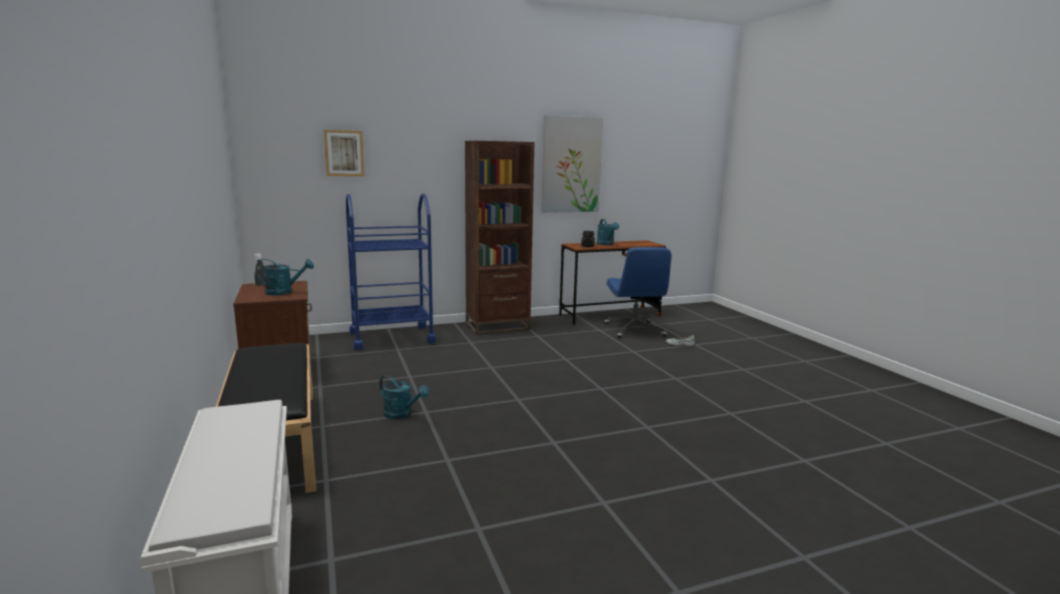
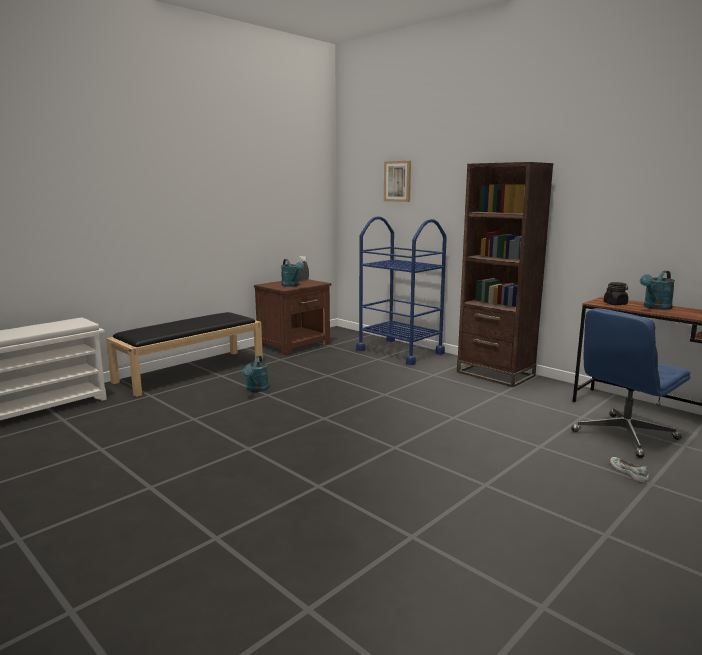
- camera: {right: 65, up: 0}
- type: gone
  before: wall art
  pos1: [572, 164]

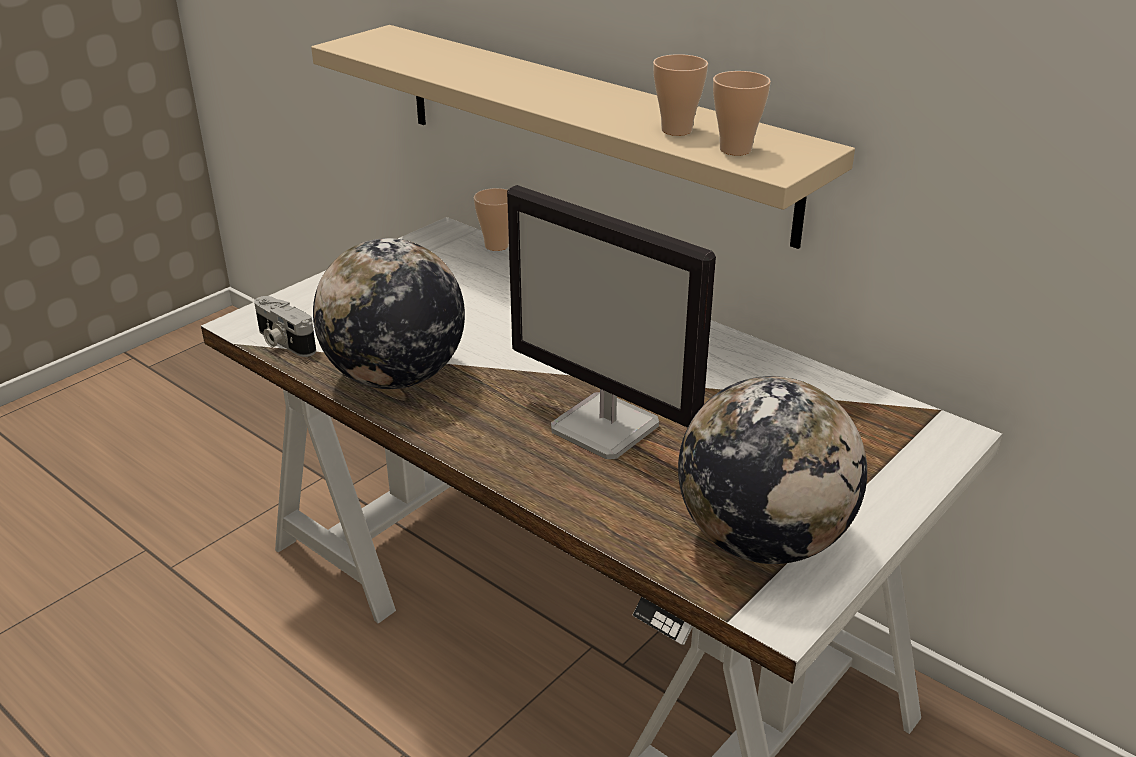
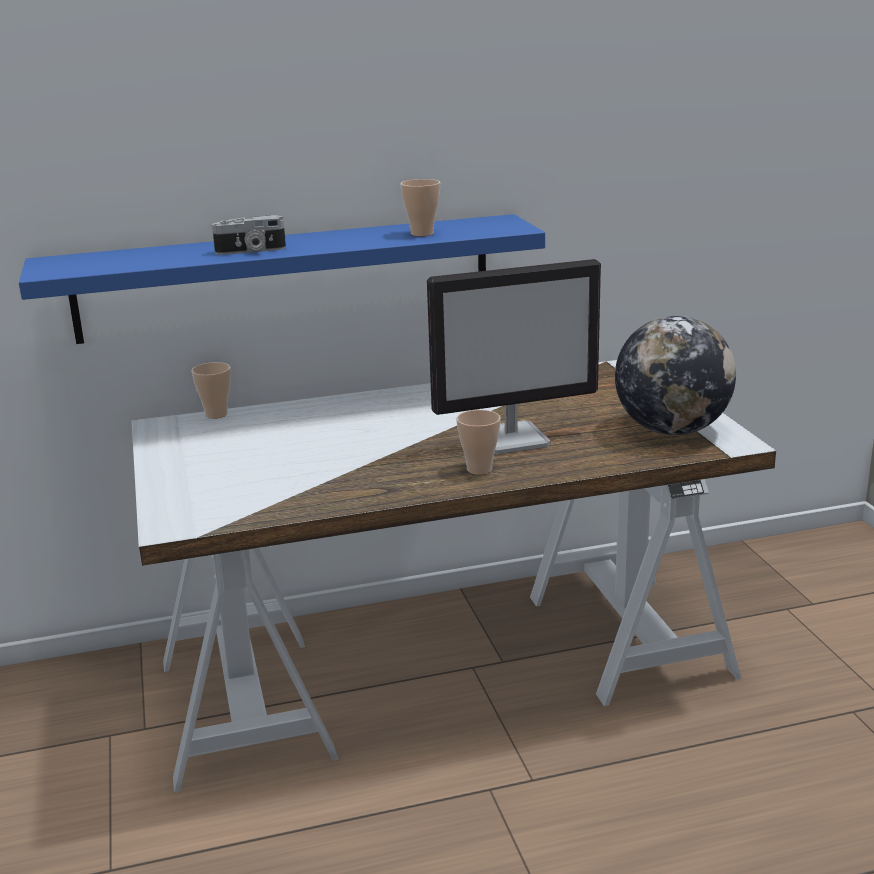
- camera: {right: -55, up: -10}
- type: repainted
  before: beige-coloured shelf
  after: blue shelf
  pos1: [583, 137]
  pos2: [282, 279]
- type: shifted
  before: small cup
  pos1: [742, 113]
  pos2: [478, 442]
- type: gone
  before: globe
  pos1: [389, 313]
- type: shifted
  before: photo camera
  pos1: [285, 326]
  pos2: [249, 235]

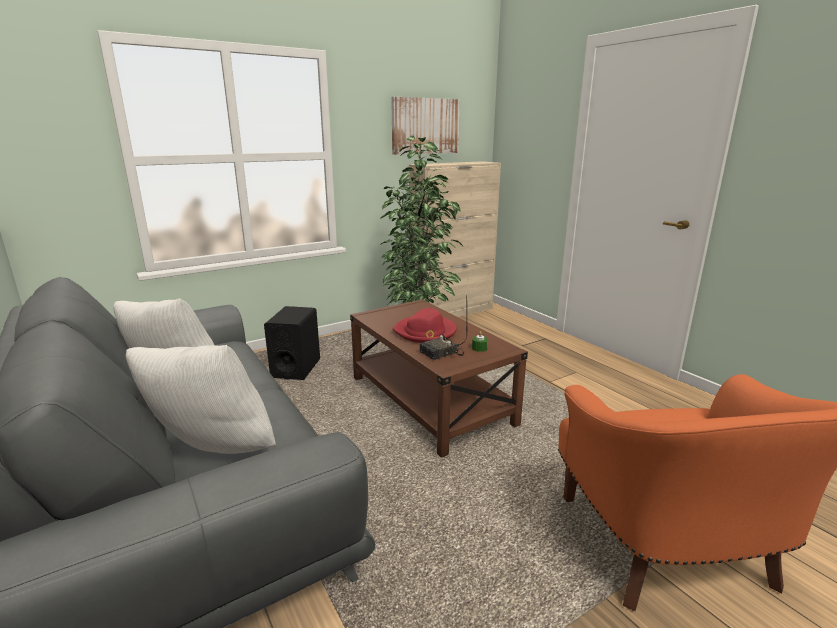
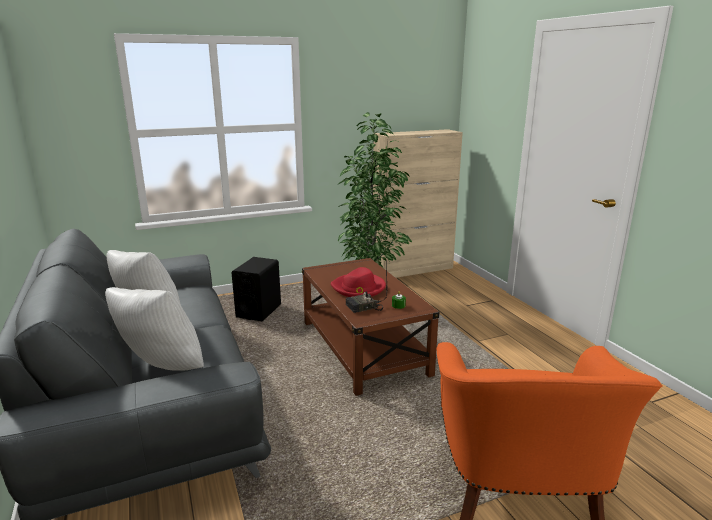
- camera: {right: 10, up: 0}
- type: gone
  before: wall art
  pos1: [425, 126]

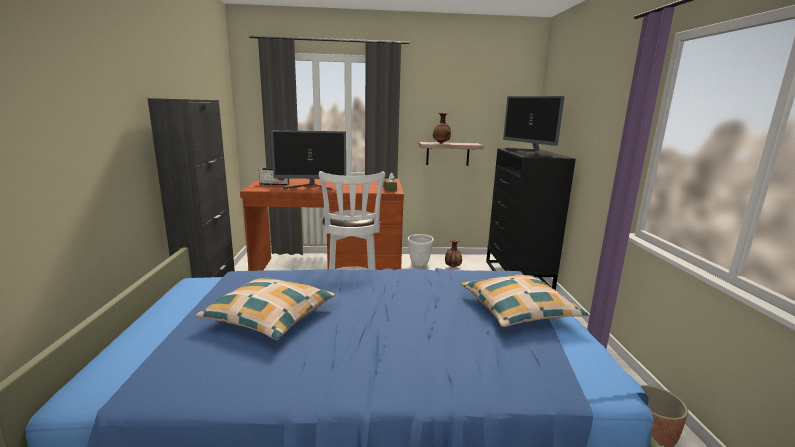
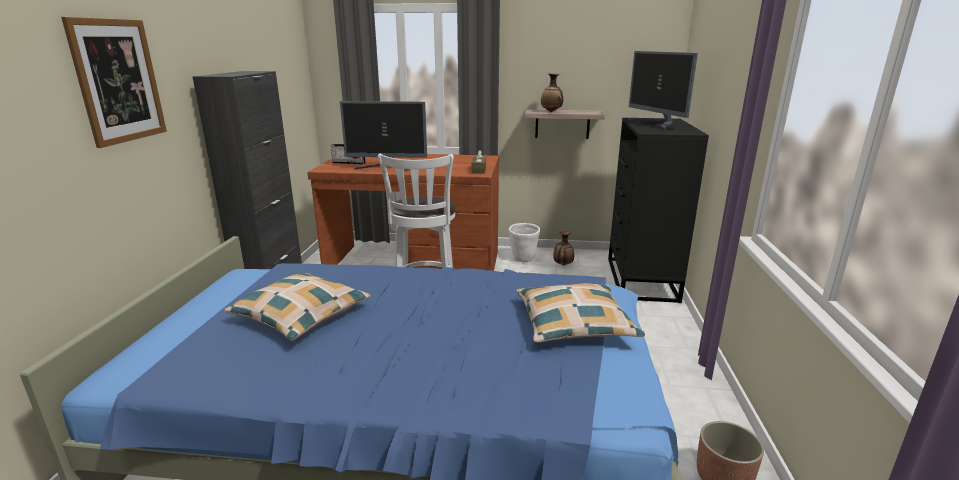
- camera: {right: 10, up: 5}
- type: new
  after: wall art
  pos2: [114, 82]

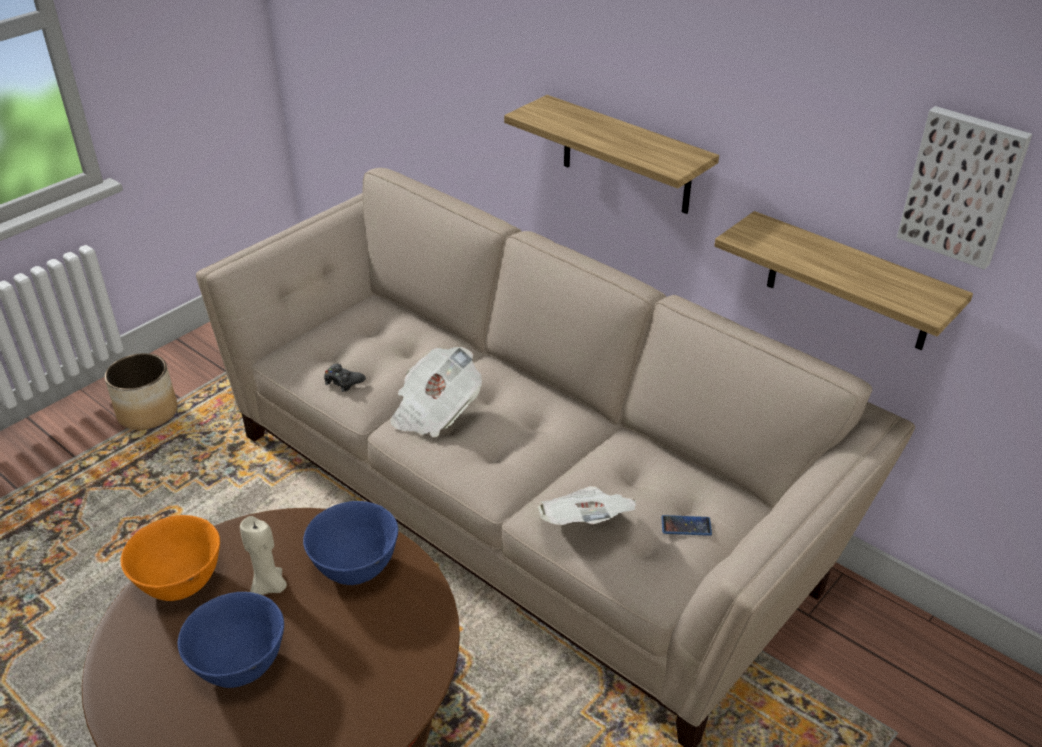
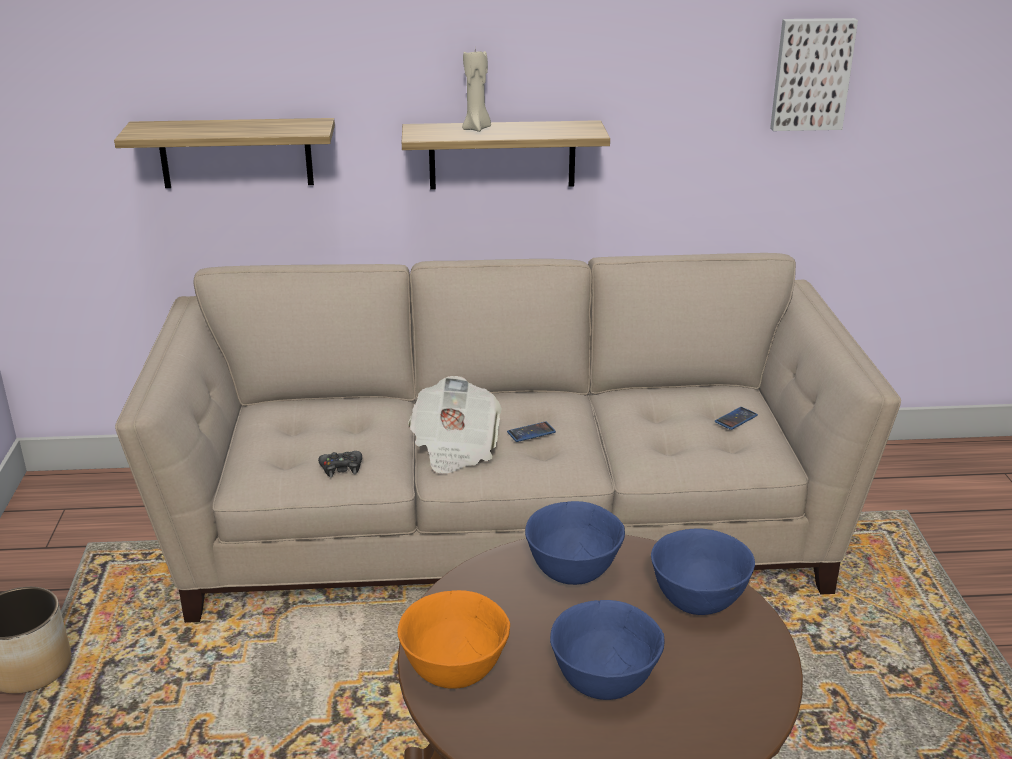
- camera: {right: -45, up: -10}
- type: shifted
  before: shelf
  pos1: [843, 280]
  pos2: [224, 153]
- type: gone
  before: newspaper
  pos1: [587, 505]
- type: shifted
  before: beige-coloured wax light
  pos1: [263, 555]
  pos2: [476, 91]
- type: new
  after: phone
  pos2: [531, 431]
- type: new
  after: blue serving bowl
  pos2: [703, 571]

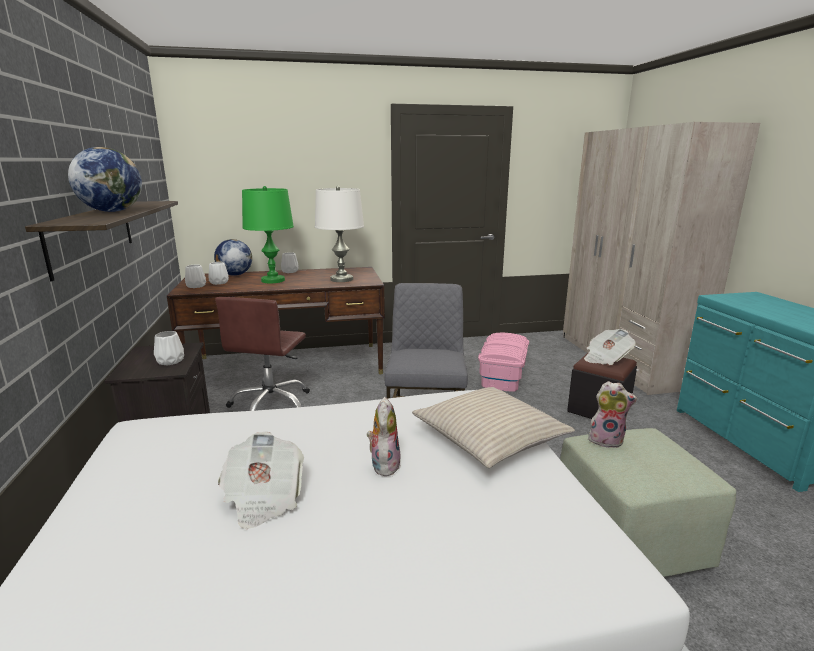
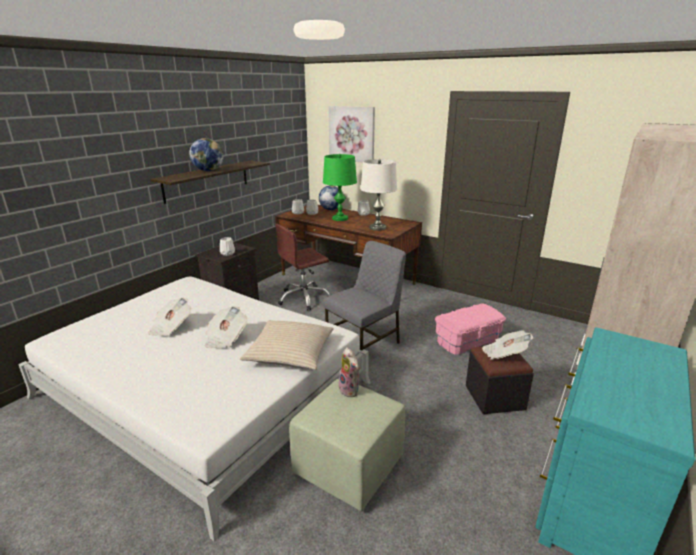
- camera: {right: 45, up: 5}
- type: swapped
  before: cuddly toy
  after: newspaper
  pos1: [384, 436]
  pos2: [226, 327]
- type: new
  after: wall art
  pos2: [351, 134]

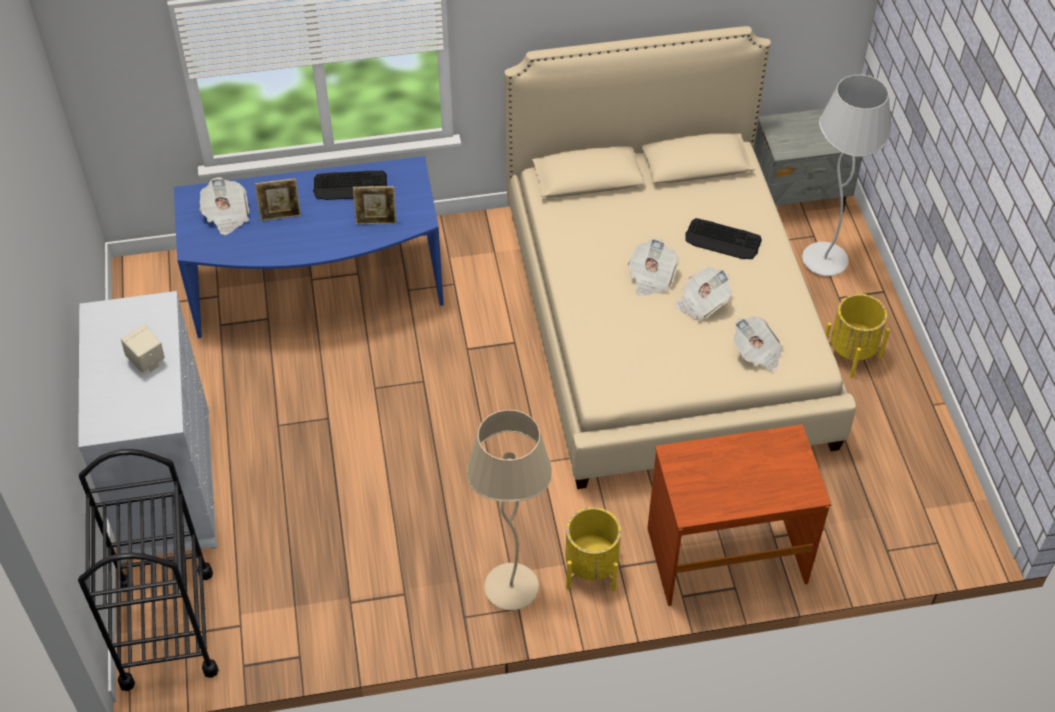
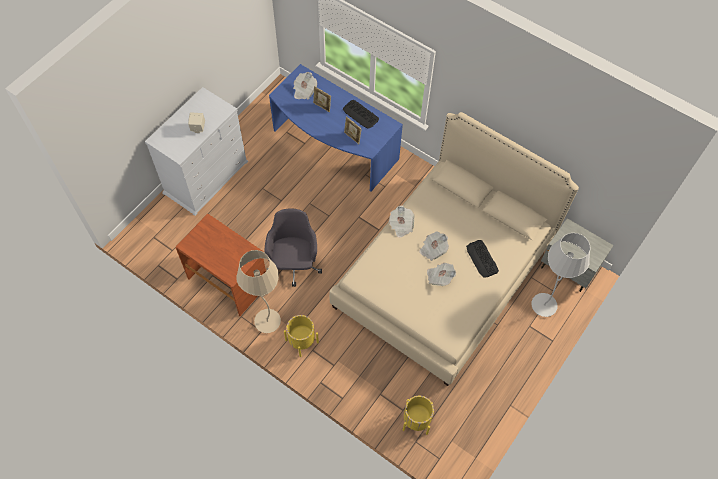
- camera: {right: 45, up: 10}
- type: shifted
  before: yellow-coloured plant pot
  pos1: [857, 336]
  pos2: [418, 415]
- type: shifted
  before: newspaper
  pos1: [758, 344]
  pos2: [402, 222]
- type: shifted
  before: brownish desk unit
  pos1: [739, 515]
  pos2: [221, 265]
- type: gone
  before: blackish cart
  pos1: [148, 570]
- type: new
  after: gray computer chair
  pos2: [293, 247]

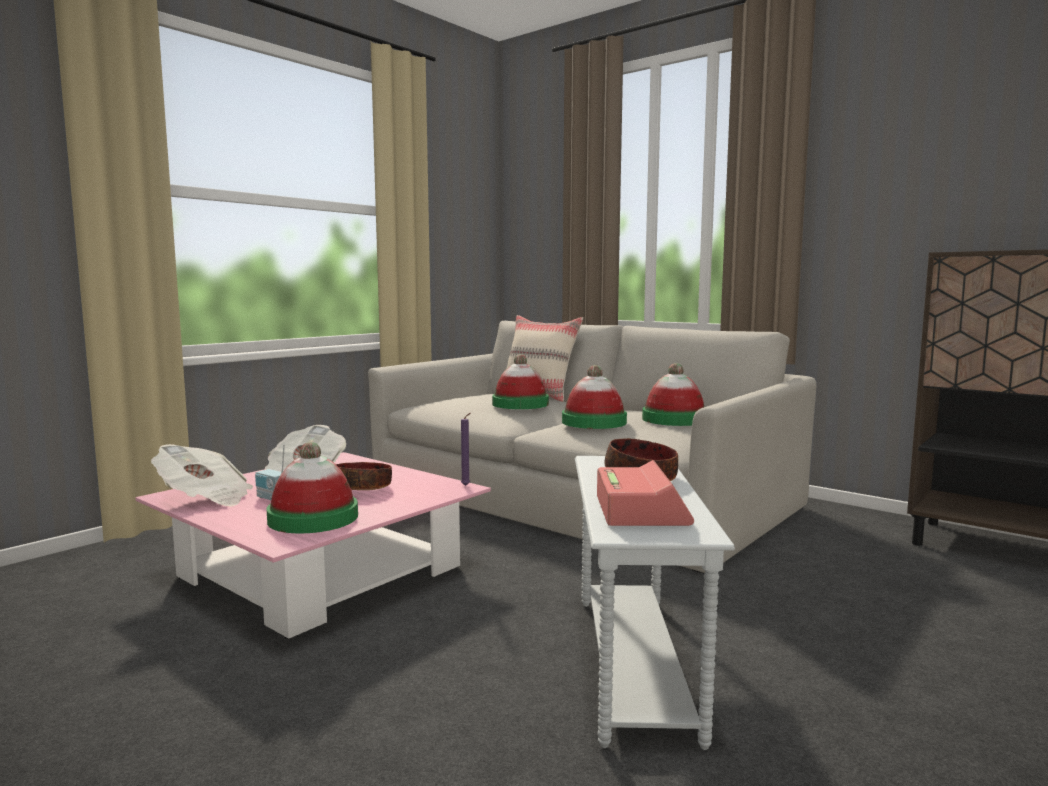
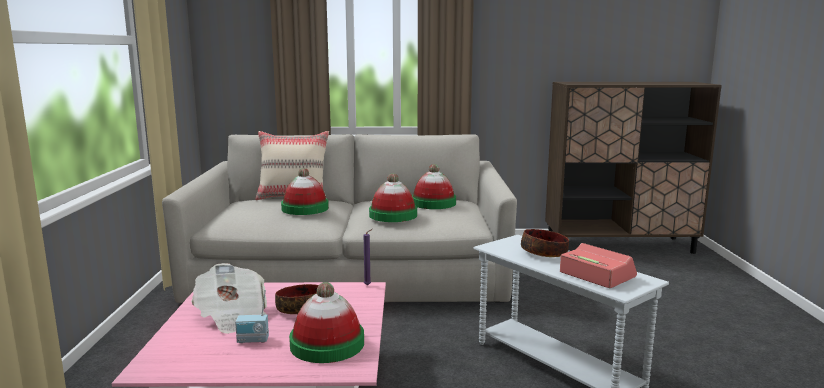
- camera: {right: -40, up: 5}
- type: gone
  before: newspaper
  pos1: [202, 475]

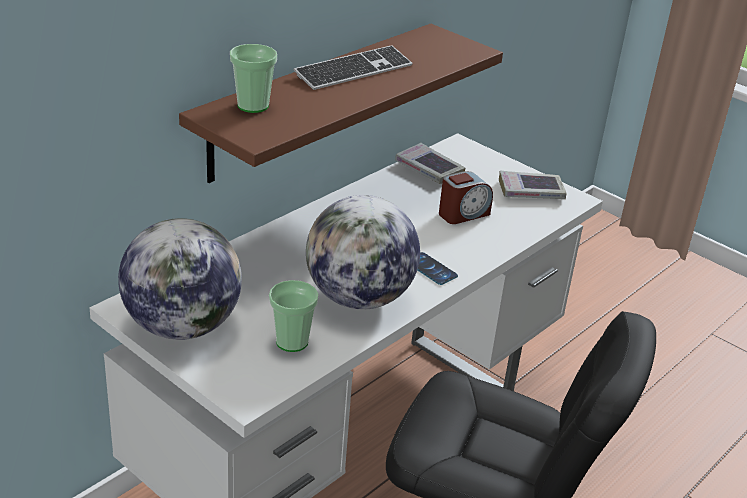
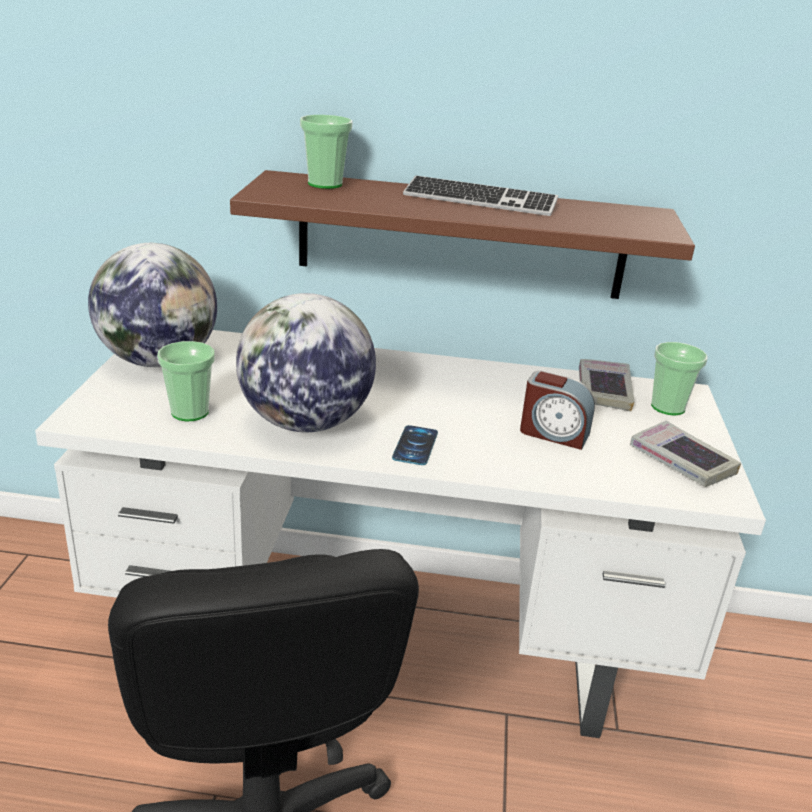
- camera: {right: 55, up: -5}
- type: new
  after: small cup
  pos2: [679, 378]

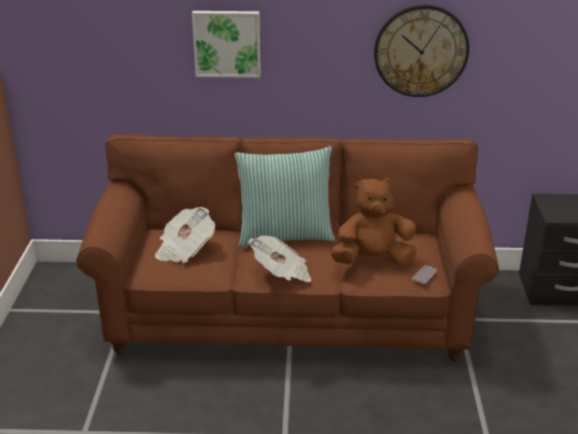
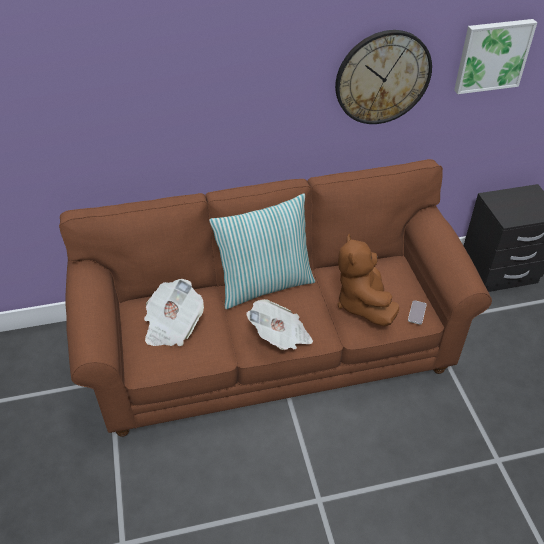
- camera: {right: -15, up: 15}
- type: shifted
  before: wall art
  pos1: [226, 44]
  pos2: [495, 56]
- type: rotated
  before: brownish cuddly toy
  pos1: [373, 221]
  pos2: [368, 280]
  turn: -75

